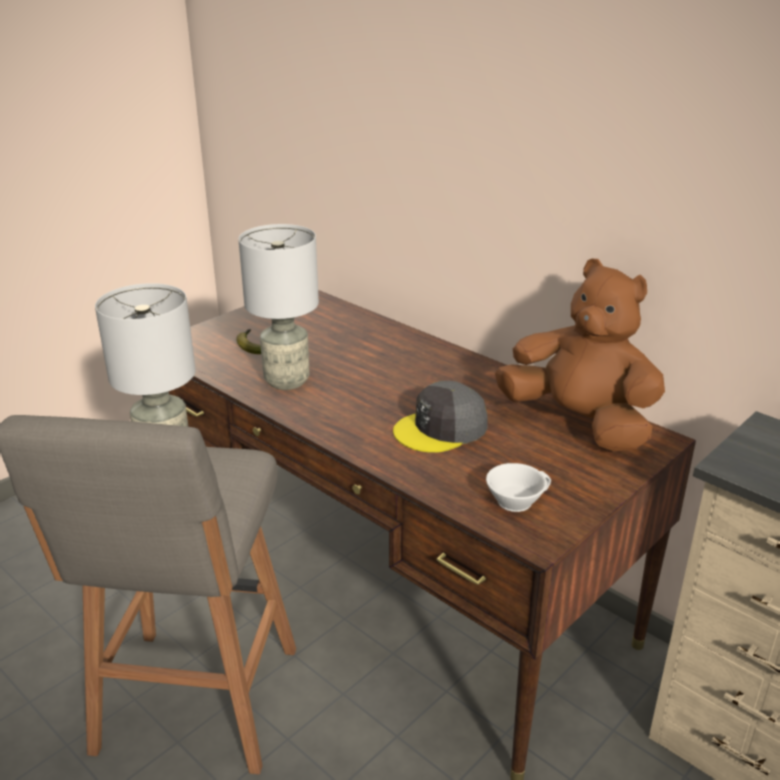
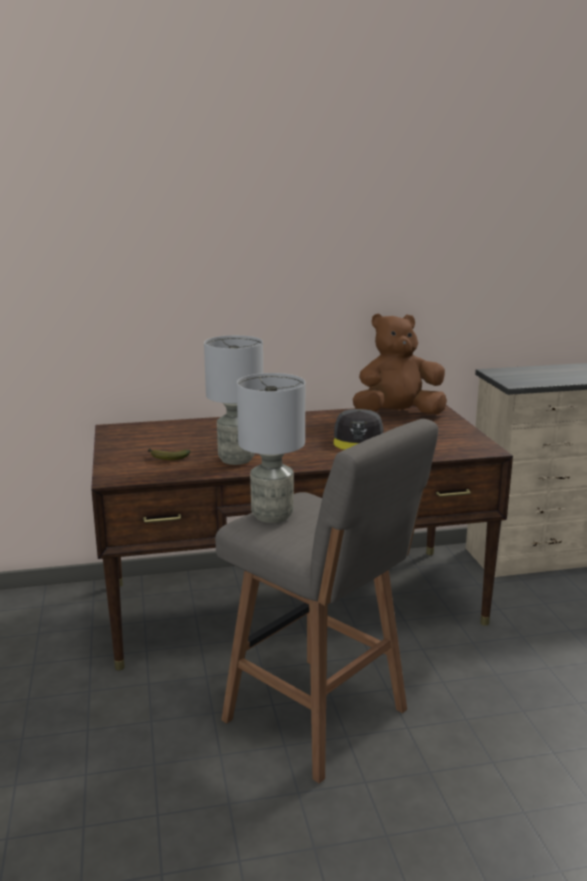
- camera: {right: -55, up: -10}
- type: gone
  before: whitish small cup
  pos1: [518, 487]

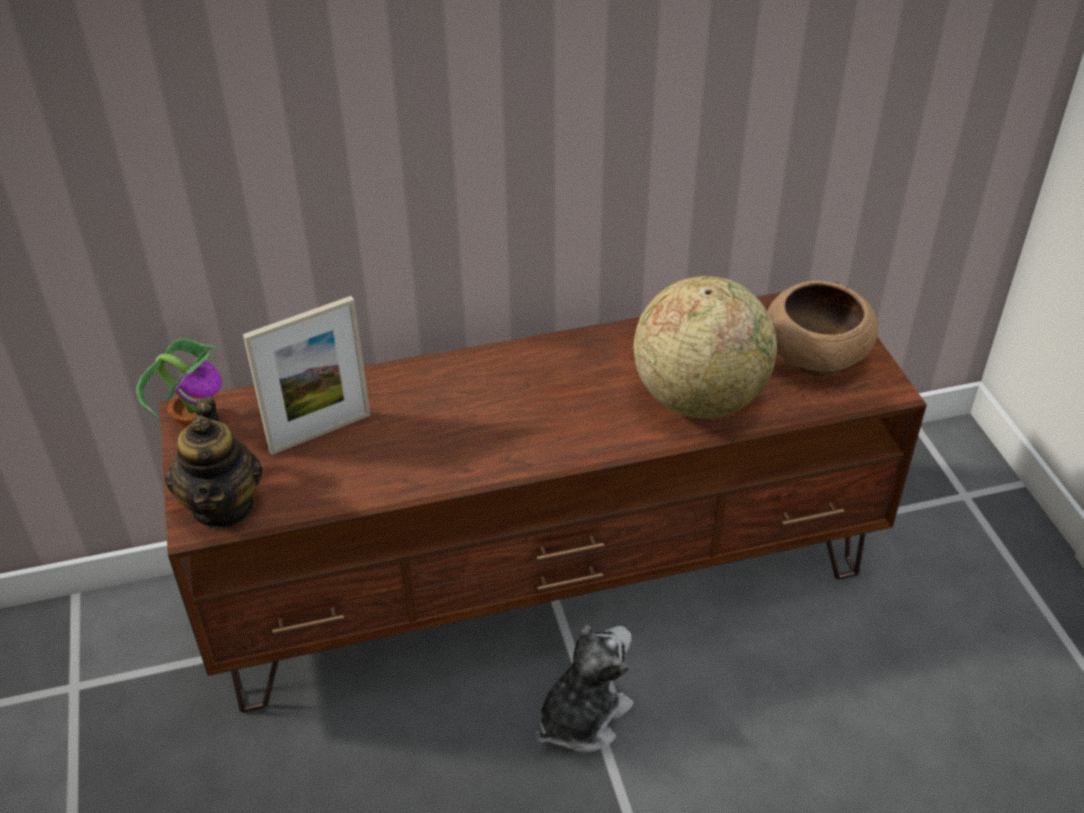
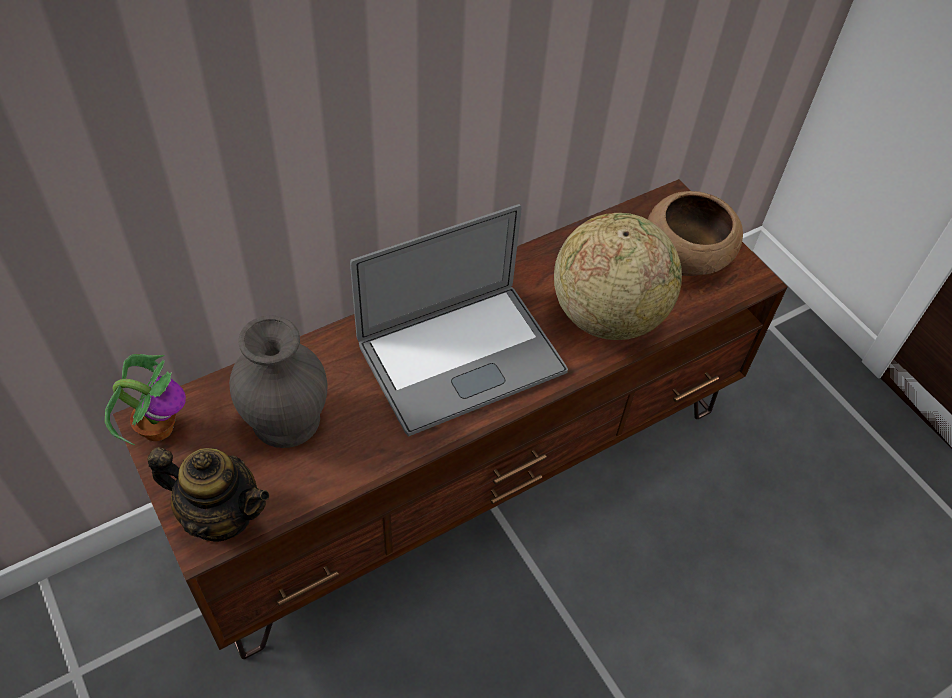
- camera: {right: -20, up: 10}
- type: swapped
  before: photo frame
  after: gray decorative vase
  pos1: [307, 375]
  pos2: [278, 381]
- type: rotated
  before: tea pot
  pos1: [214, 462]
  pos2: [209, 494]
  turn: -45
- type: gone
  before: cuddly toy
  pos1: [584, 689]
- type: new
  after: notebook computer
  pos2: [459, 320]

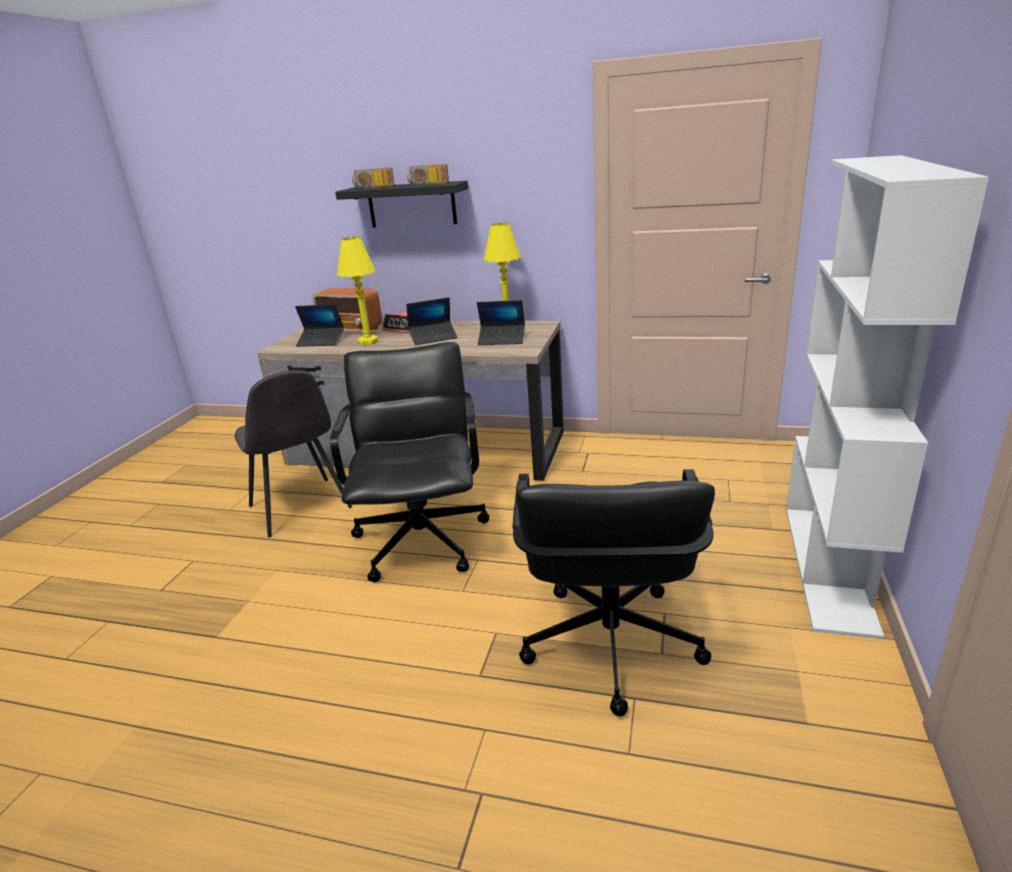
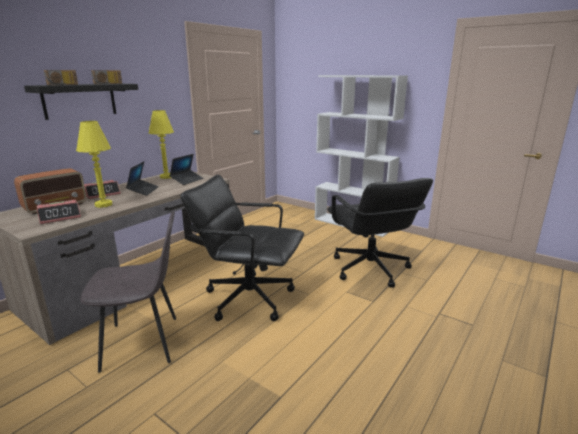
- camera: {right: -70, up: -5}
- type: swapped
  before: notebook computer
  after: alarm clock
  pos1: [319, 325]
  pos2: [59, 212]
- type: rotated
  before: blackish computer chair
  pos1: [613, 593]
  pos2: [380, 233]
  turn: 45

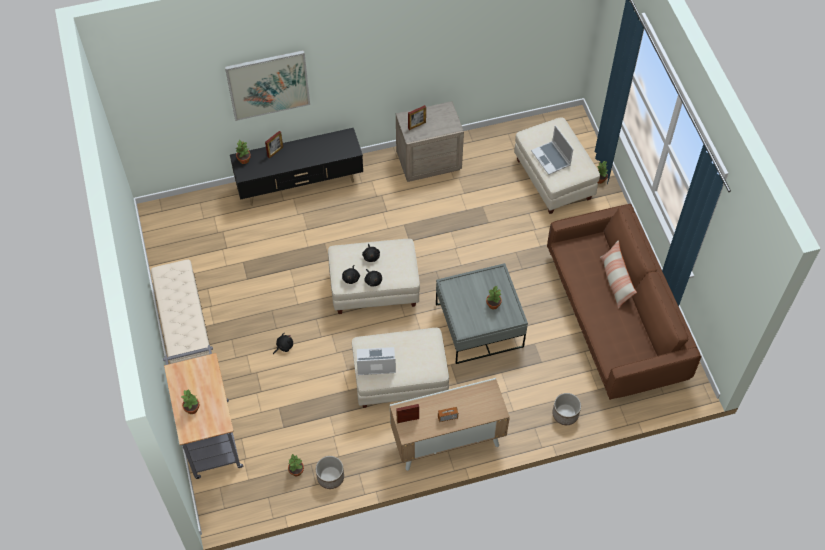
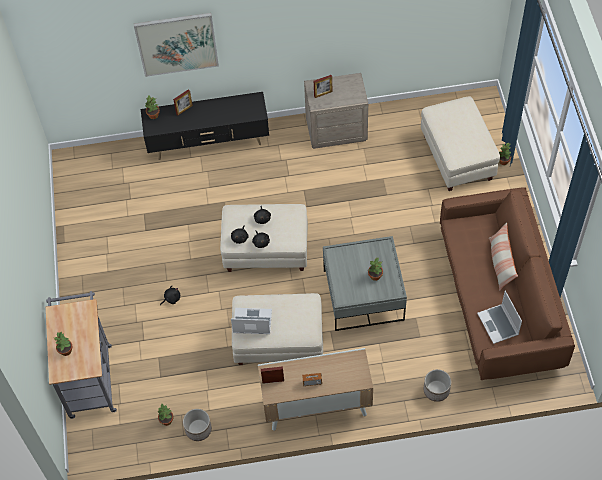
- camera: {right: 10, up: 0}
- type: shifted
  before: notebook computer
  pos1: [552, 150]
  pos2: [499, 317]
- type: gone
  before: beige-coloured long seat
  pos1: [180, 312]

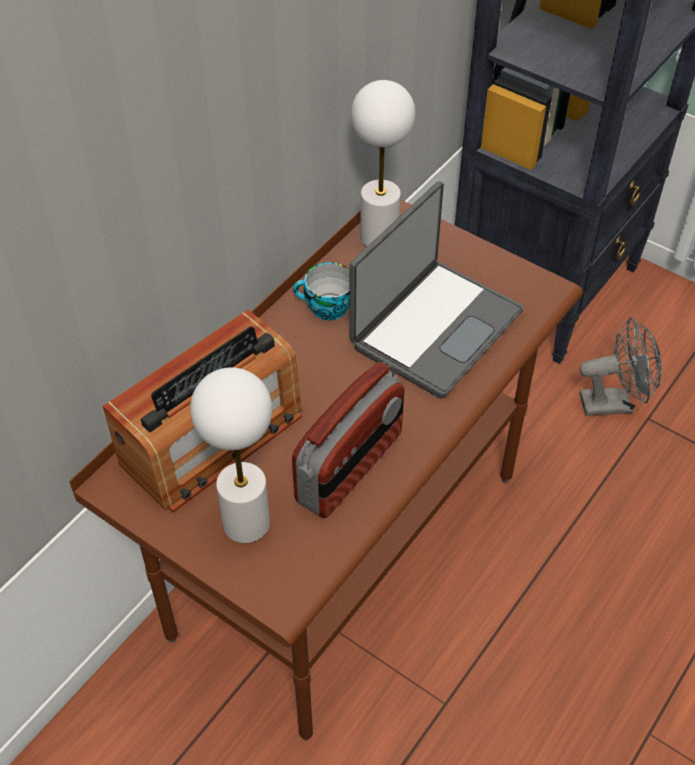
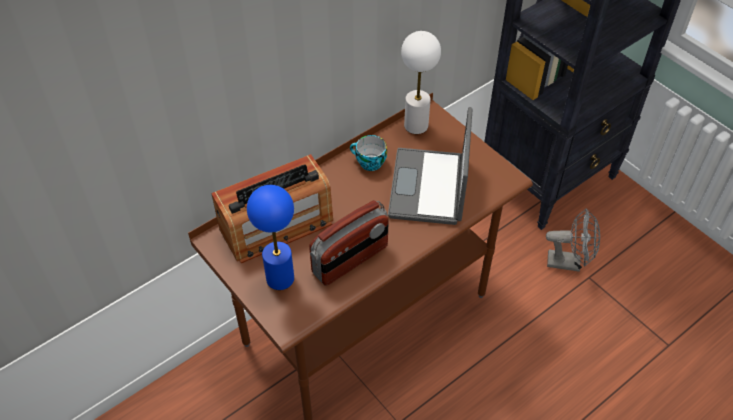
- camera: {right: 15, up: 0}
- type: rotated
  before: notebook computer
  pos1: [436, 290]
  pos2: [430, 166]
  turn: 135
- type: repainted
  before: whitish lamp for a table
  after: blue lamp for a table
  pos1: [231, 455]
  pos2: [270, 237]

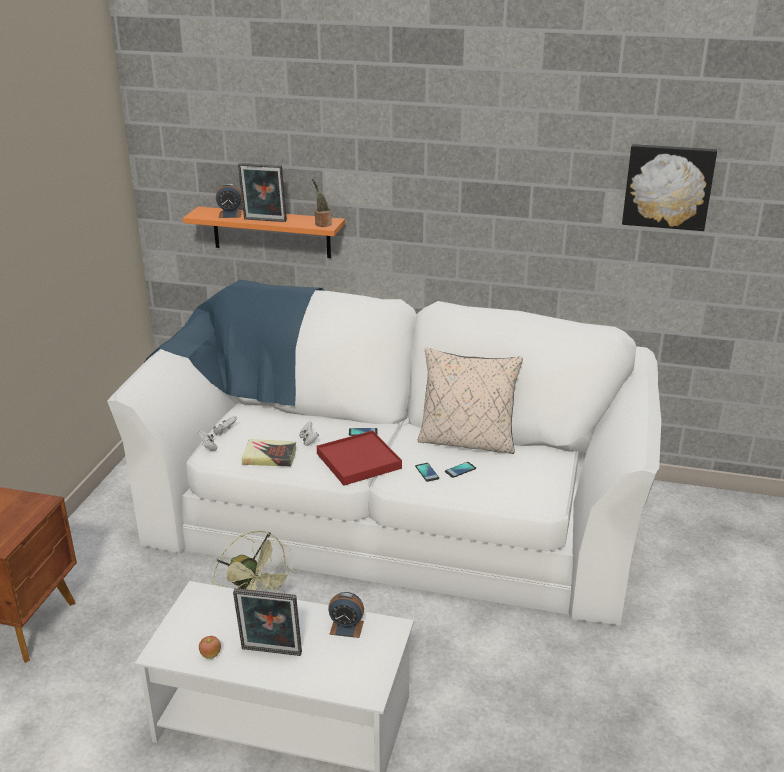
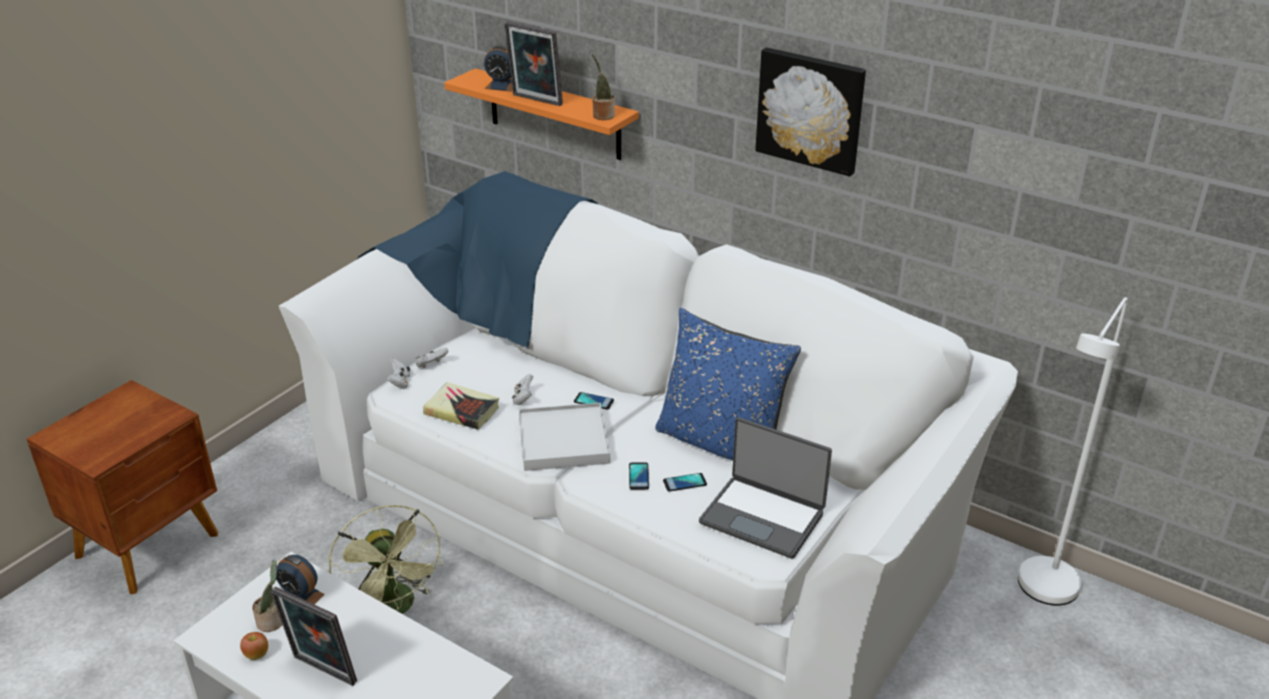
- camera: {right: 20, up: 5}
- type: shifted
  before: wall art
  pos1: [669, 187]
  pos2: [810, 112]
- type: repainted
  before: beige-coloured throw pillow
  after: blue throw pillow
  pos1: [470, 400]
  pos2: [728, 384]
- type: repainted
  before: reddish serving tray
  after: whitish serving tray
  pos1: [359, 458]
  pos2: [564, 437]
- type: shifted
  before: alarm clock
  pos1: [346, 615]
  pos2: [300, 579]
- type: new
  after: whitish floor lamp
  pos2: [1073, 451]
- type: new
  after: notebook computer
  pos2: [765, 488]
- type: new
  after: potted plant
  pos2: [267, 596]

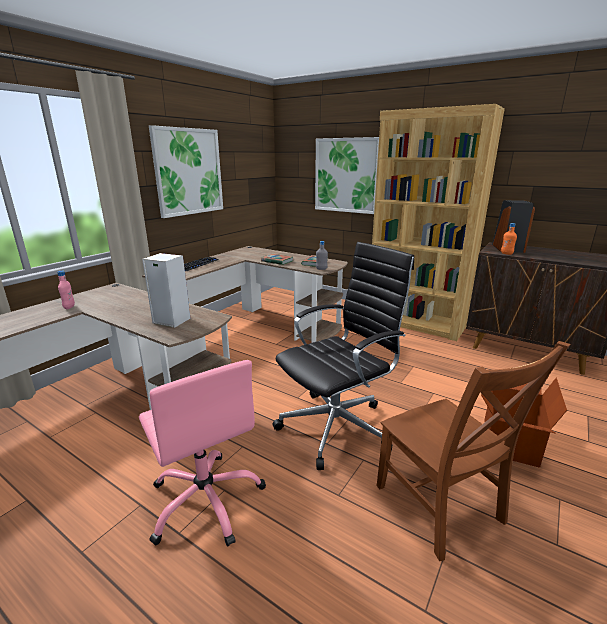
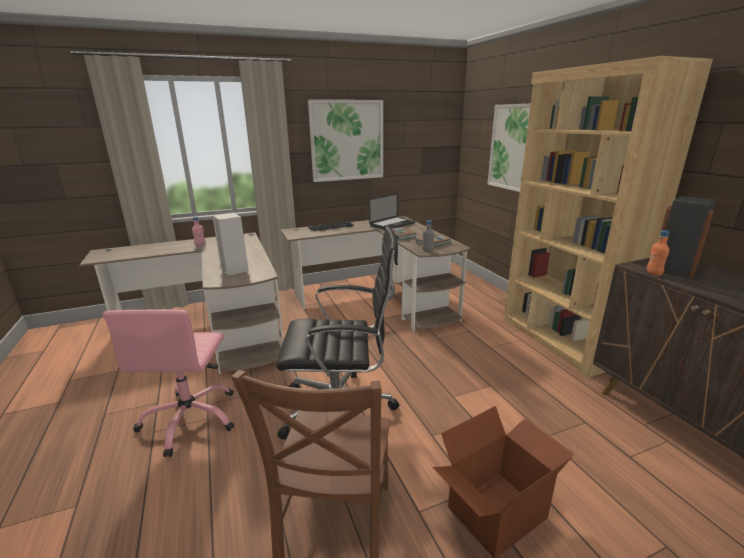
- camera: {right: 35, up: 0}
- type: new
  after: notebook computer
  pos2: [392, 211]

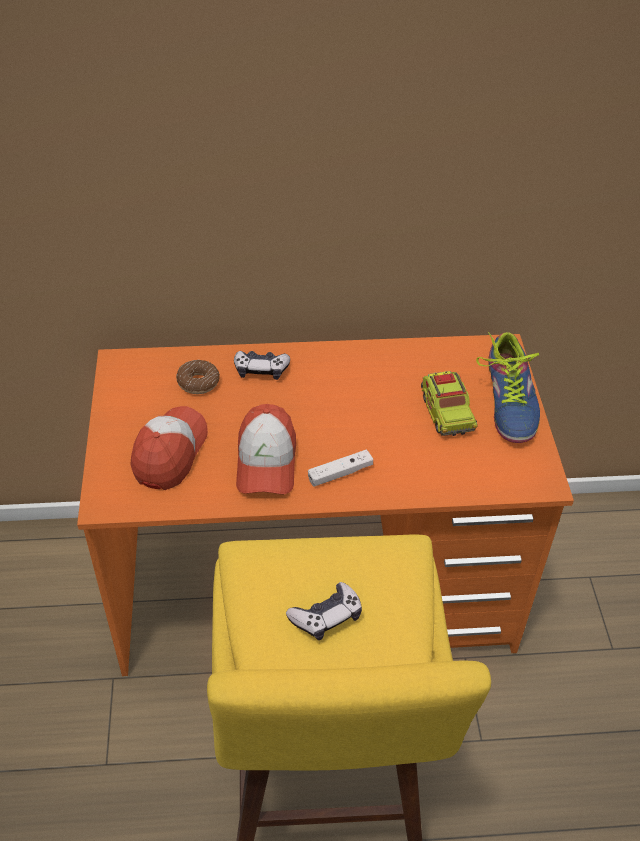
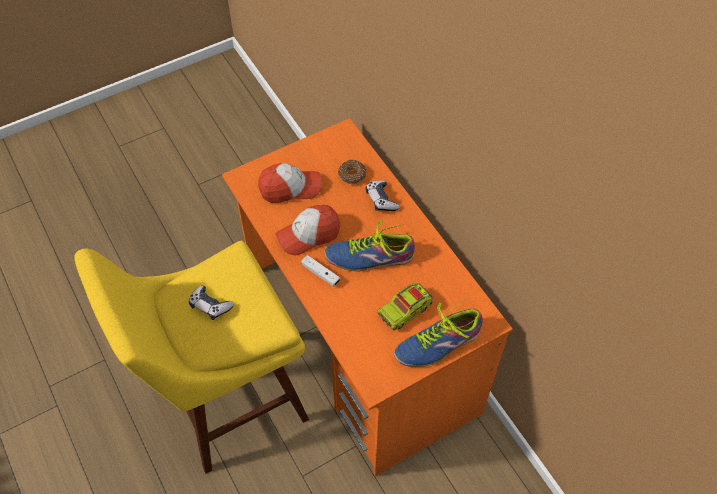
- camera: {right: 65, up: 10}
- type: new
  after: shoe
  pos2: [369, 246]

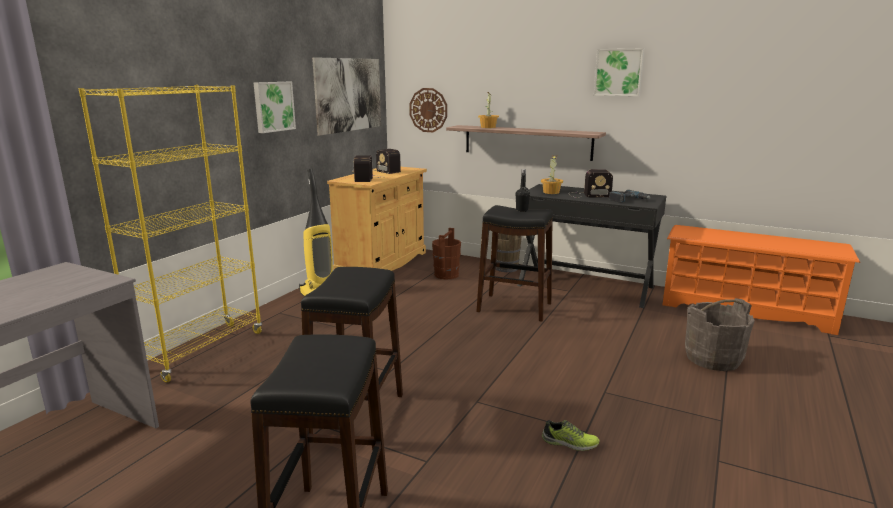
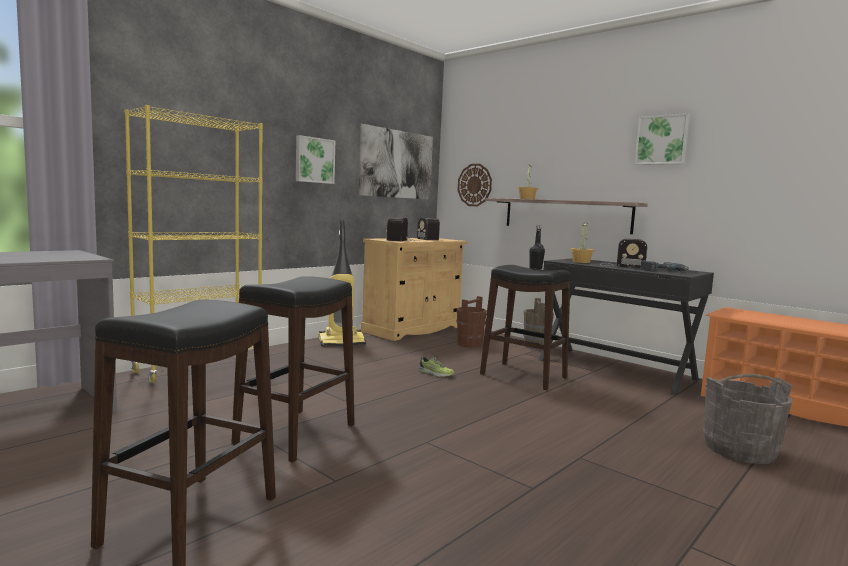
- camera: {right: 15, up: -10}
- type: shifted
  before: shoe
  pos1: [571, 435]
  pos2: [436, 366]

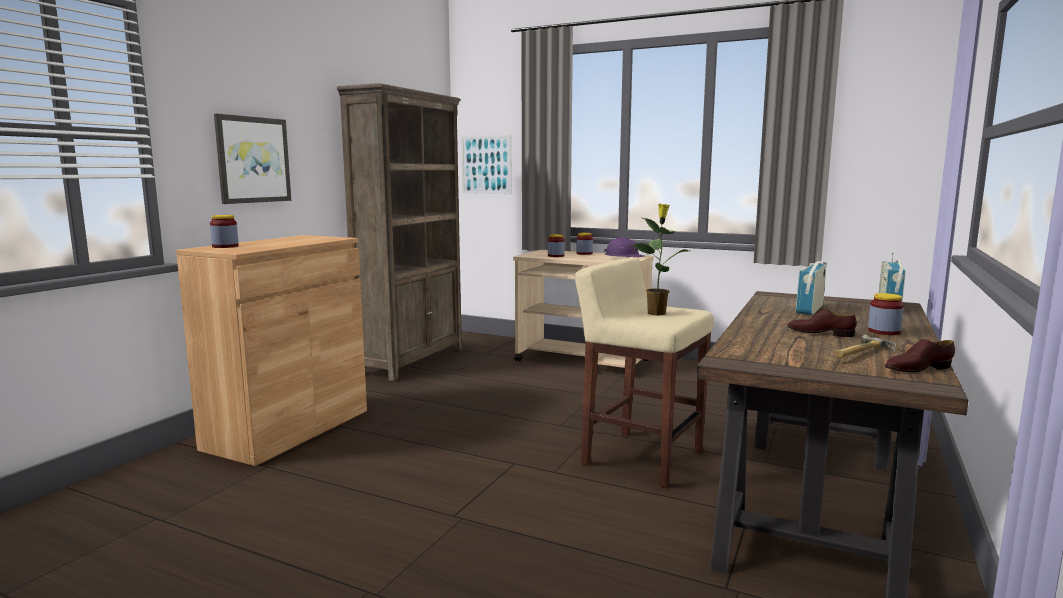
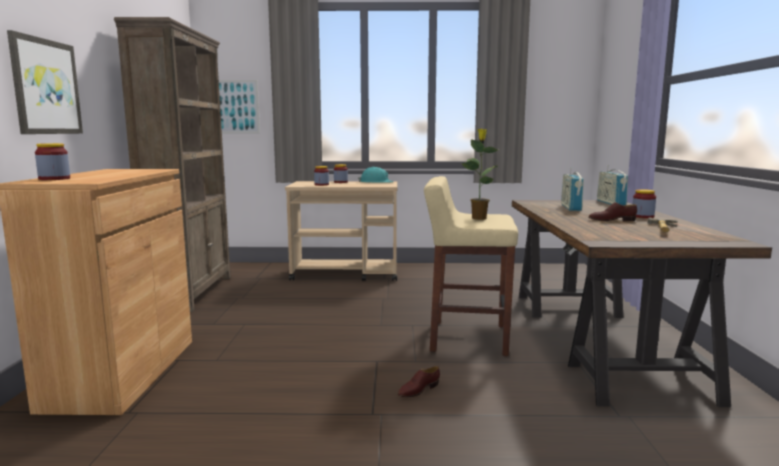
- camera: {right: -25, up: 0}
- type: repainted
  before: purple-coloured hard hat
  after: turquoise-coloured hard hat
  pos1: [624, 247]
  pos2: [376, 175]
- type: shifted
  before: brownish shoe
  pos1: [920, 355]
  pos2: [419, 382]

